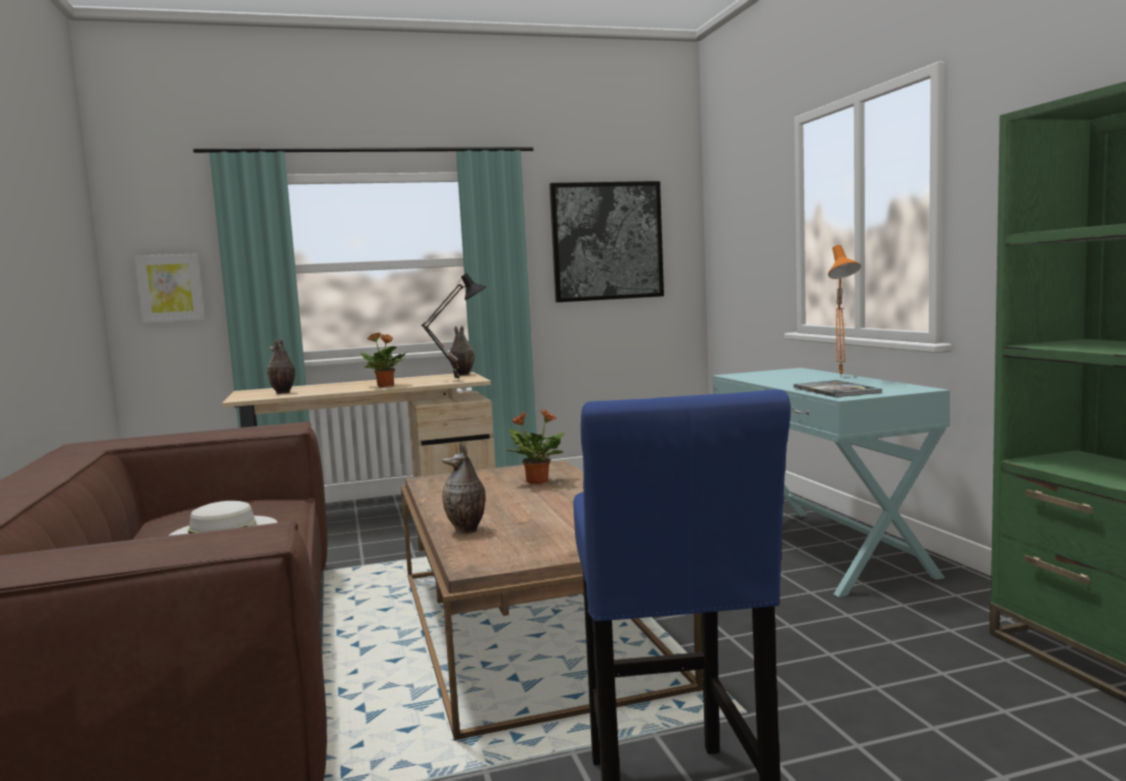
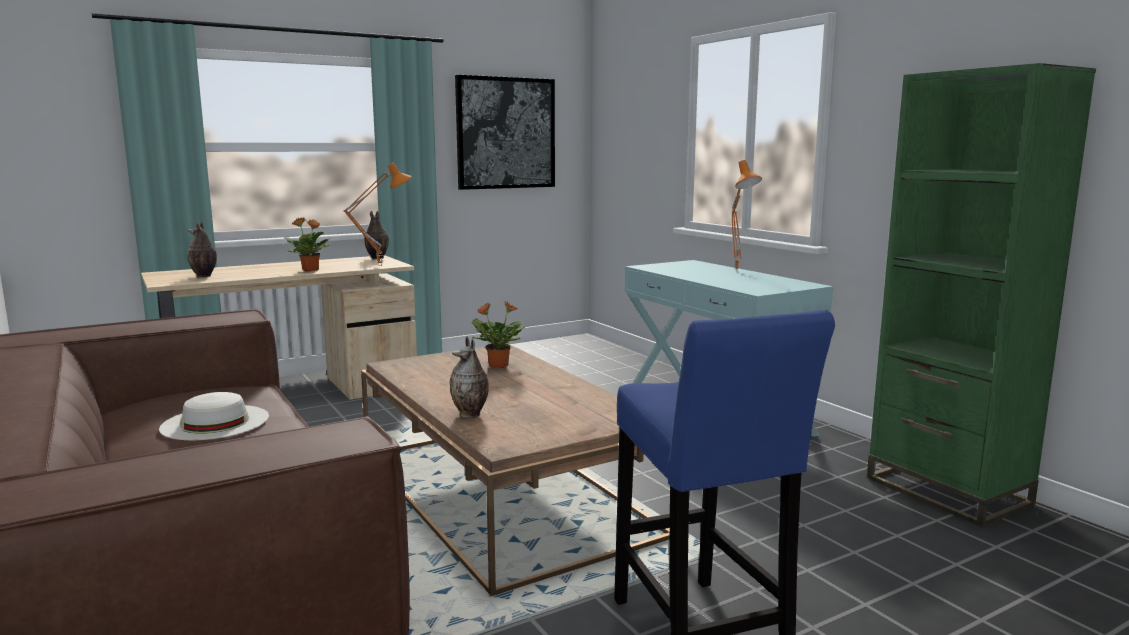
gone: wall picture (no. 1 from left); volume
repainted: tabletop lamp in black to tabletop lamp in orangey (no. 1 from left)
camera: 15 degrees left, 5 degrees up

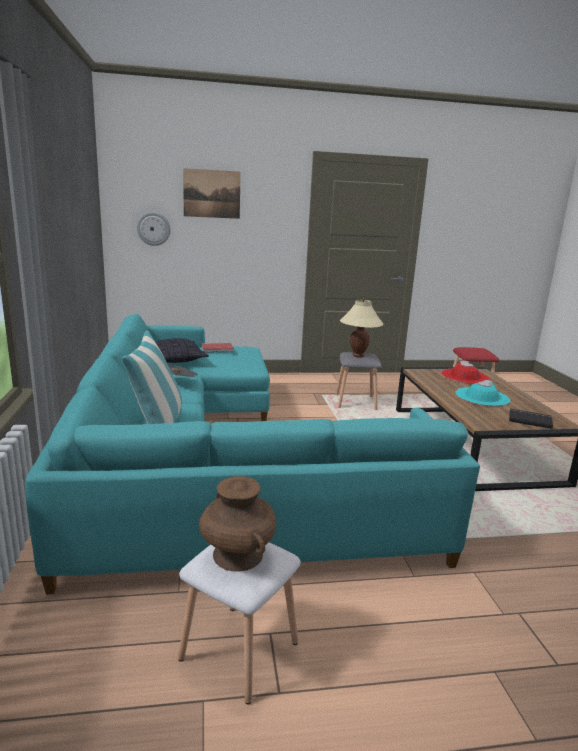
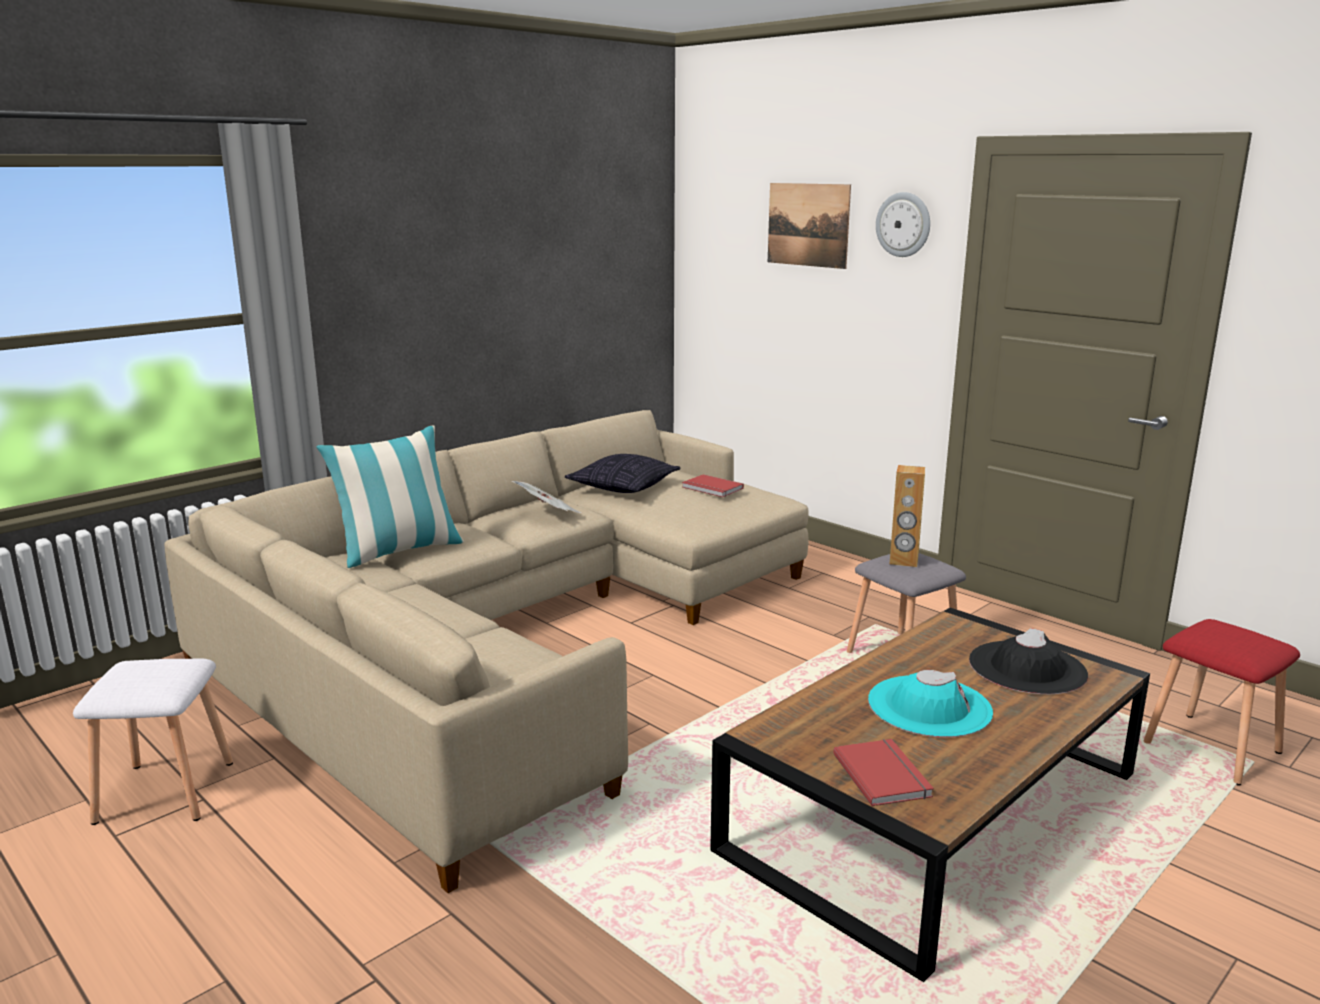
gone: decorative vase in brownish
shifted: clock on the wall
swapped: tabletop lamp in beige-coloured to speaker in brownish
repainted: sofa in turquoise to sofa in beige-coloured; hat in red-coloured to hat in black; volume in black to volume in red-coloured (no. 2 from left)
camera: 55 degrees right, 0 degrees up

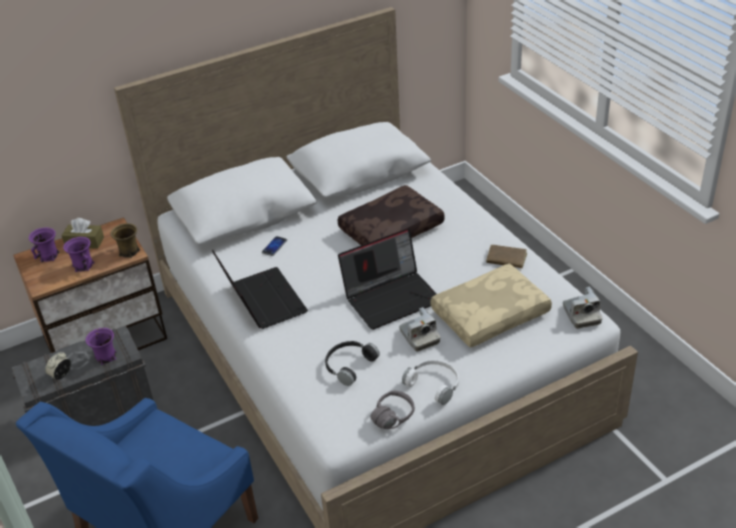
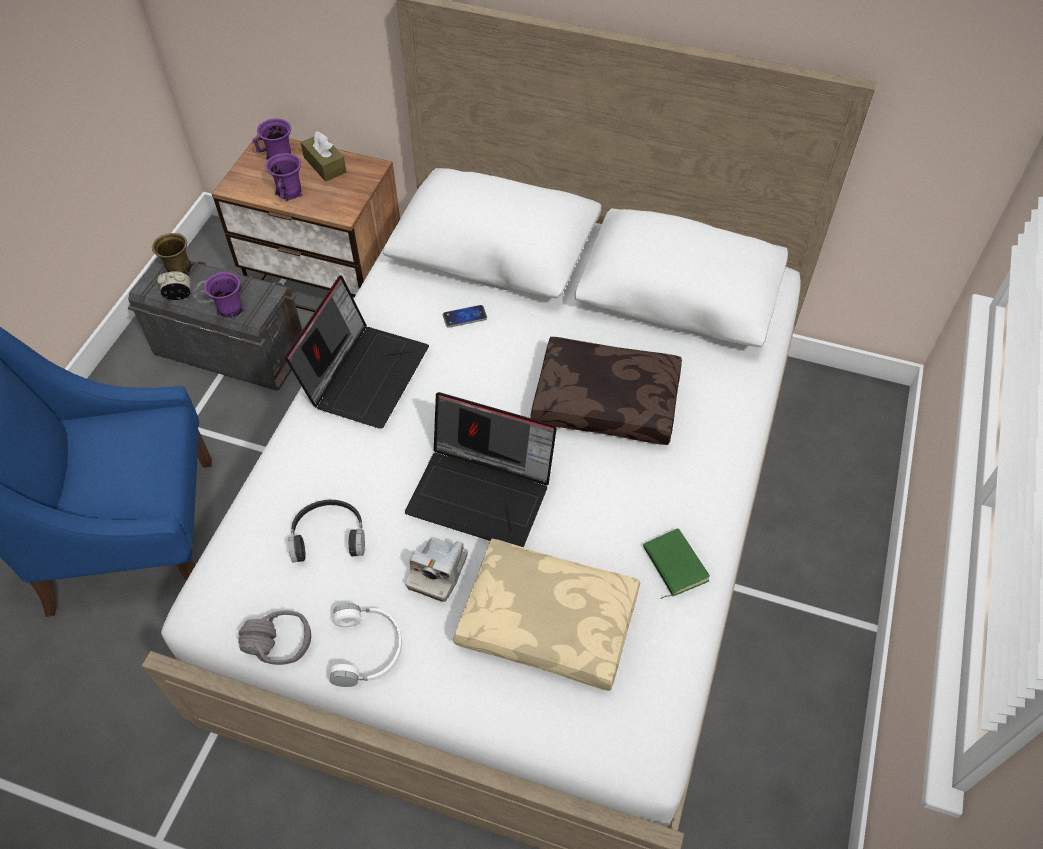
gone: still camera (no. 2 from left)
shifted: tea mug in brownish
repainted: volume in brownish to volume in green-coloured
camera: 45 degrees right, 15 degrees up

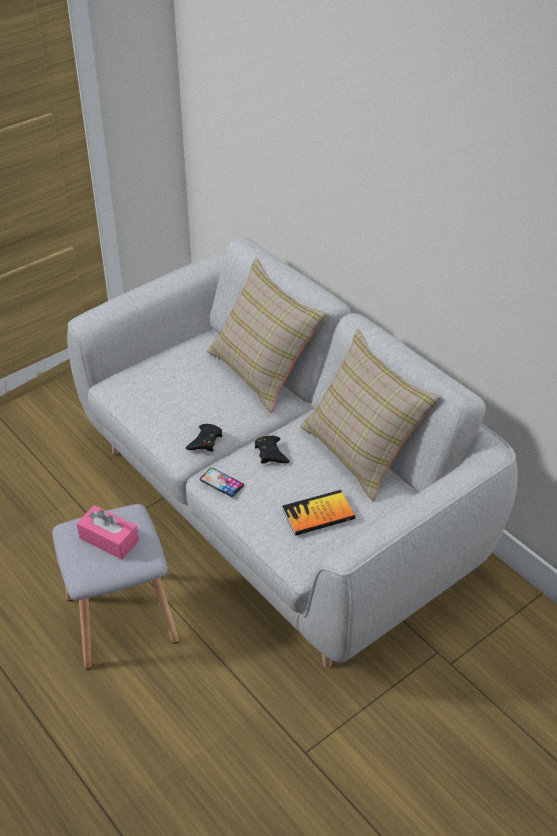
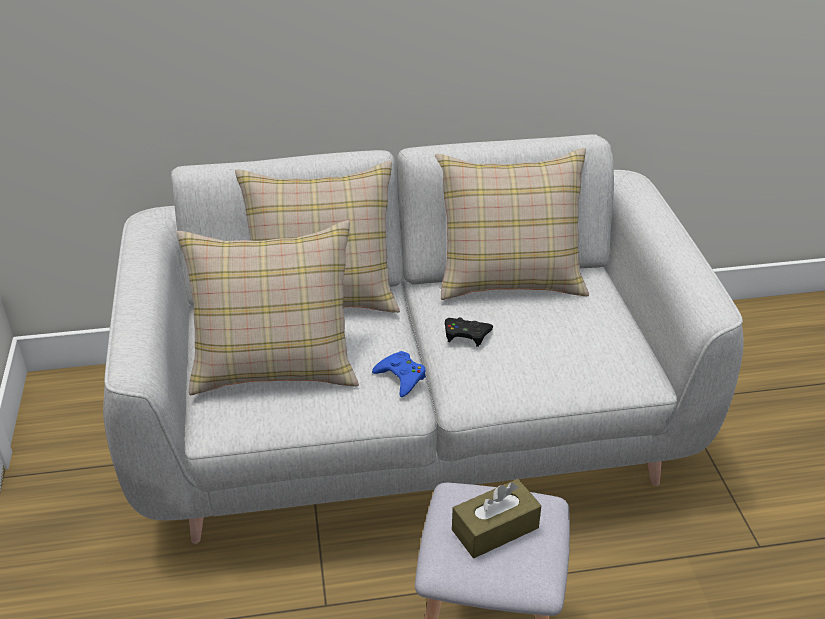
gone: phone; volume
new: cushion in beige-coloured (no. 1 from left)
repainted: tissue holder in pink-coloured to tissue holder in brownish; joypad in black (no. 1 from left) to joypad in blue-coloured
camera: 60 degrees left, 5 degrees down

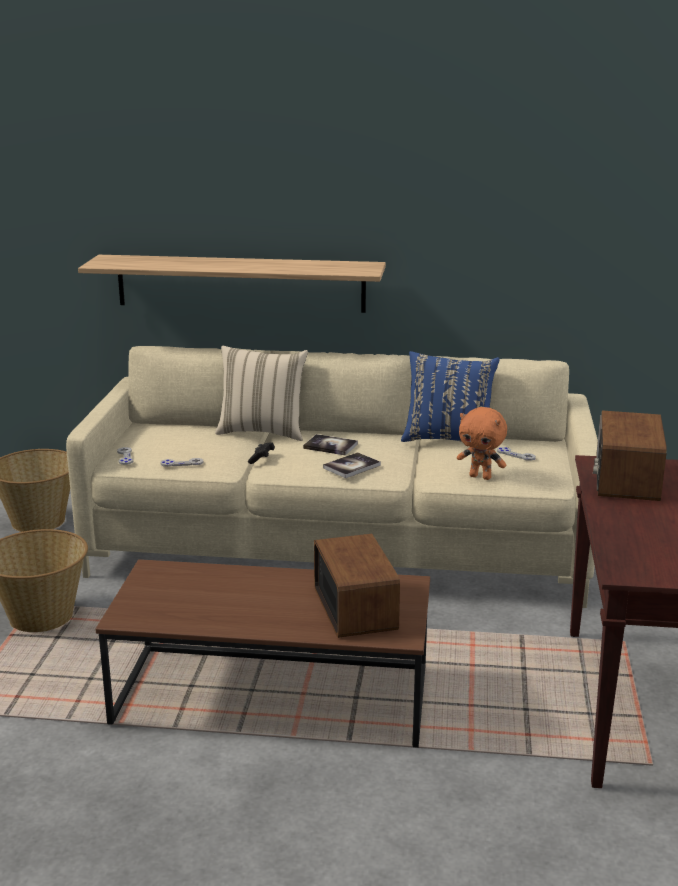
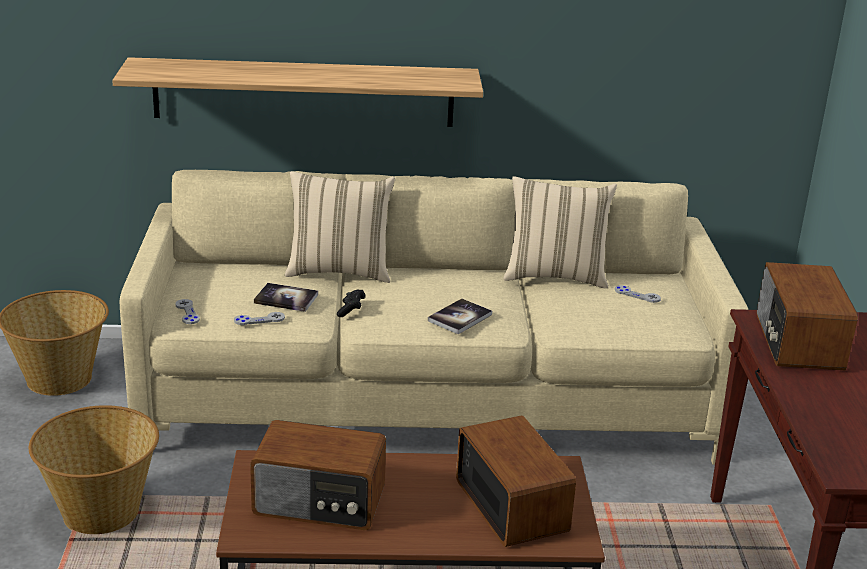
gone: soft toy in orangey
new: radio (no. 1 from left)
shifted: volume (no. 1 from left)
repainted: cushion in blue-coloured to cushion in beige-coloured (no. 2 from left)
camera: 10 degrees left, 5 degrees up

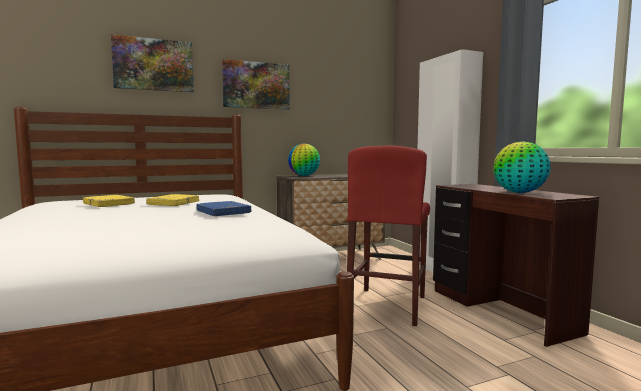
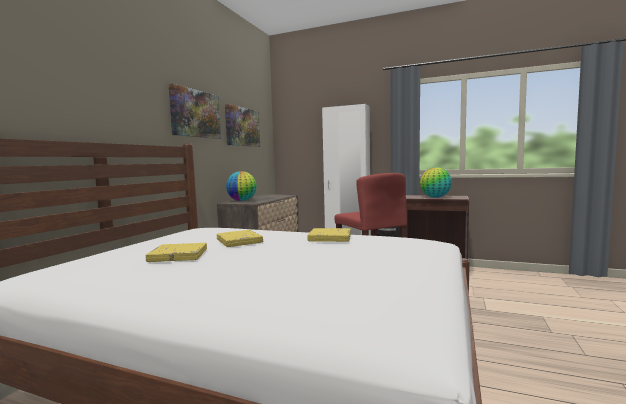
shifted: wall picture (no. 1 from left in the first image) to wall picture (no. 2 from left)
repainted: volume in blue-coloured to volume in yellow-coloured (no. 3 from left)
camera: 45 degrees left, 0 degrees up

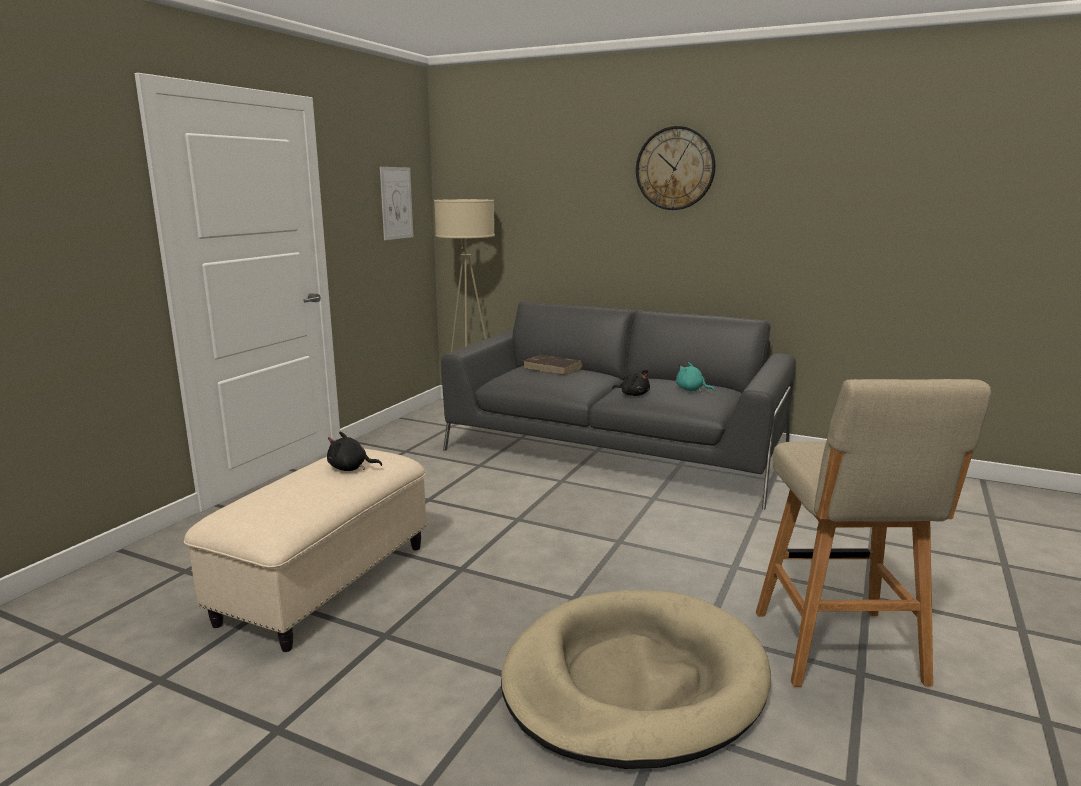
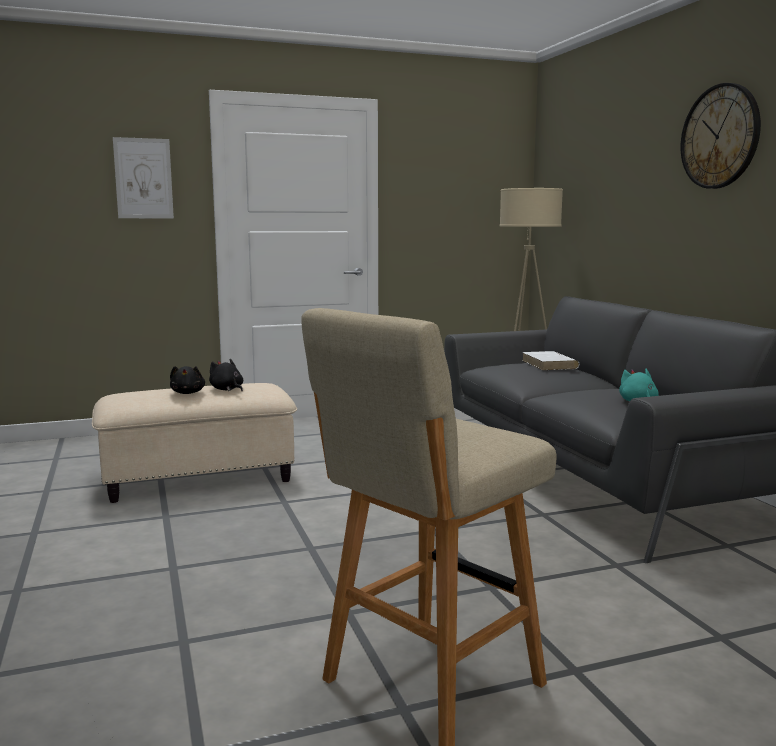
gone: dog cushion in beige-coloured
shifted: wall picture; soft toy in black (no. 2 from left in the first image) to soft toy in black (no. 1 from left)
repainted: volume in brownish to volume in white-coloured
camera: 45 degrees right, 5 degrees down

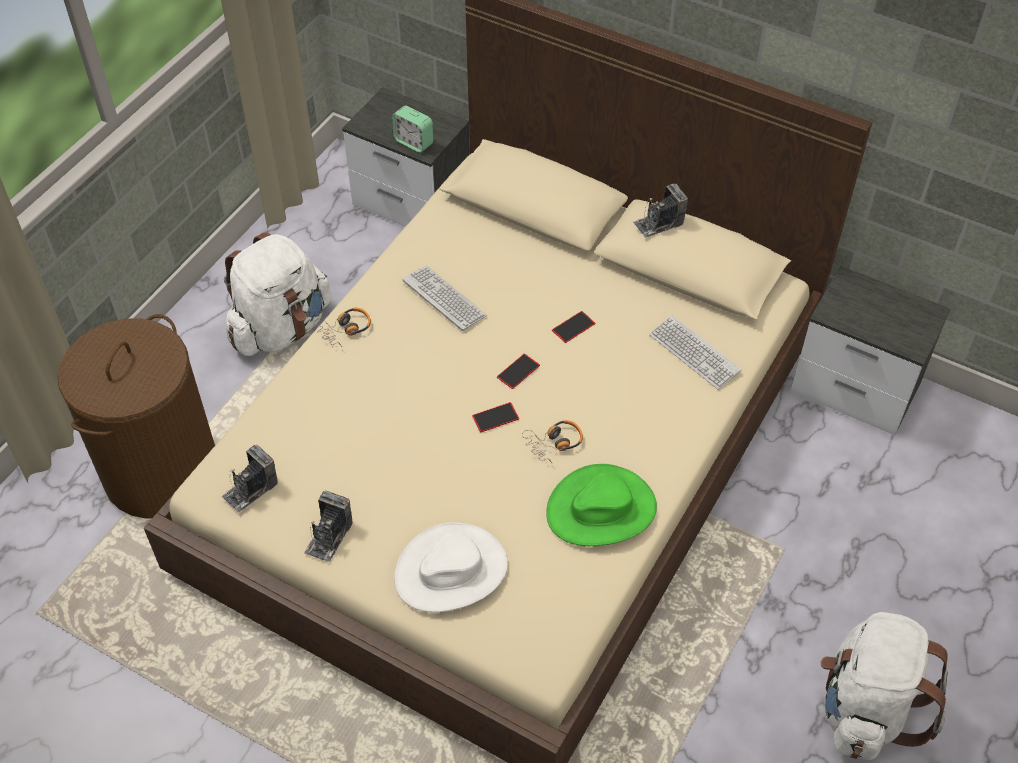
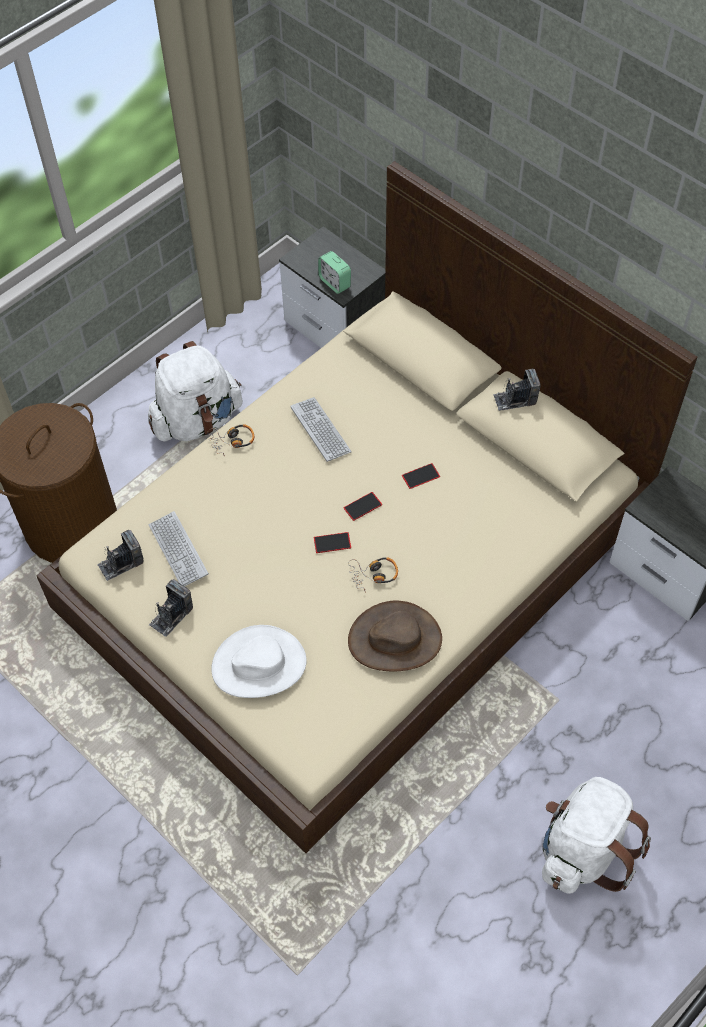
shifted: PC keyboard (no. 2 from left in the first image) to PC keyboard (no. 1 from left)
repainted: hat in green-coloured to hat in brownish
camera: 15 degrees right, 5 degrees up

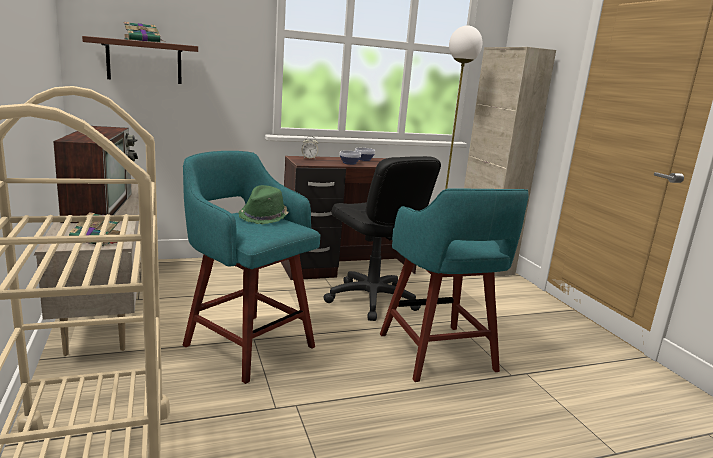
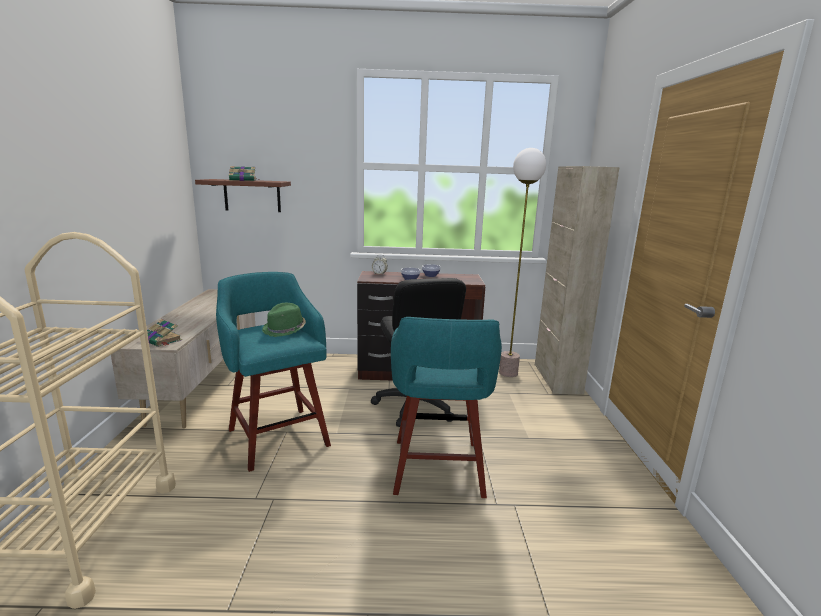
gone: television
camera: 20 degrees right, 0 degrees up

